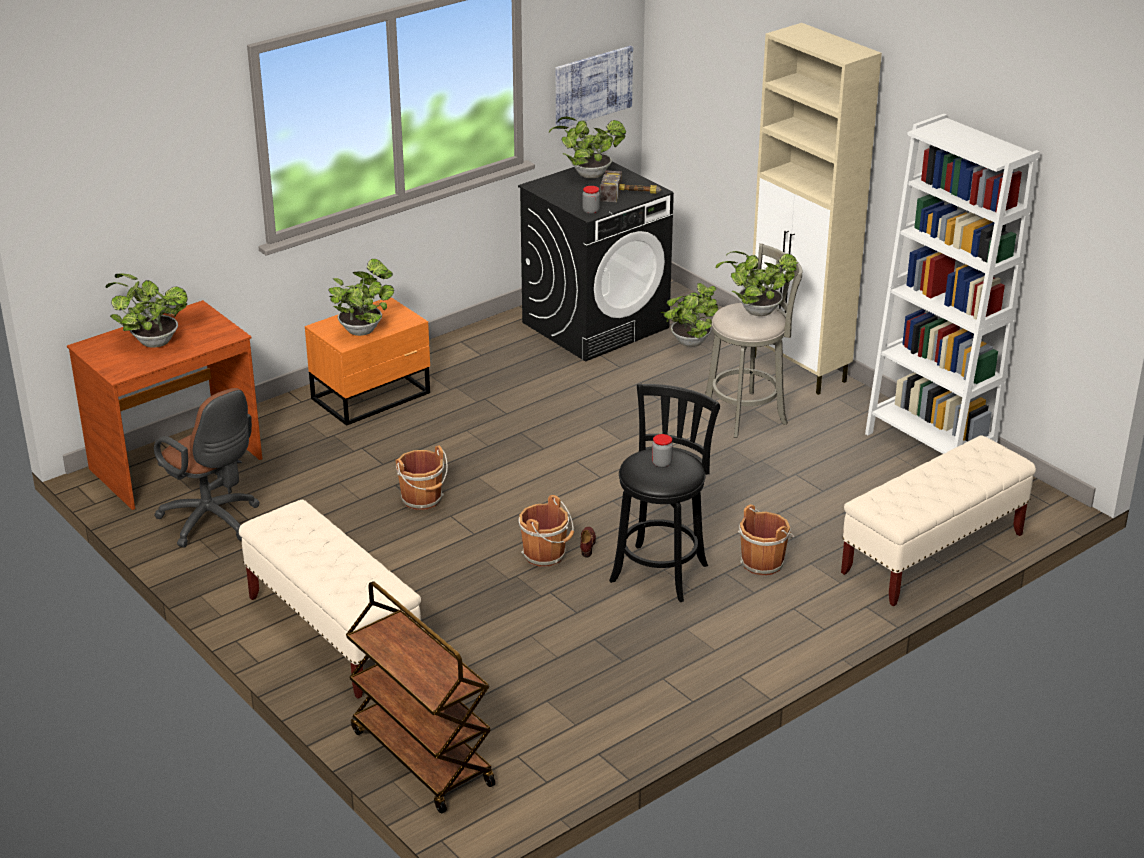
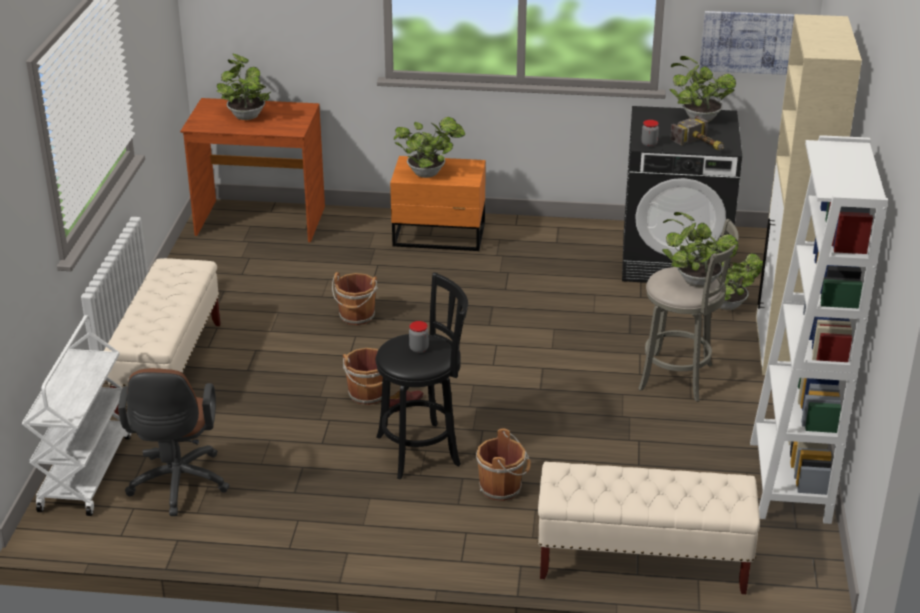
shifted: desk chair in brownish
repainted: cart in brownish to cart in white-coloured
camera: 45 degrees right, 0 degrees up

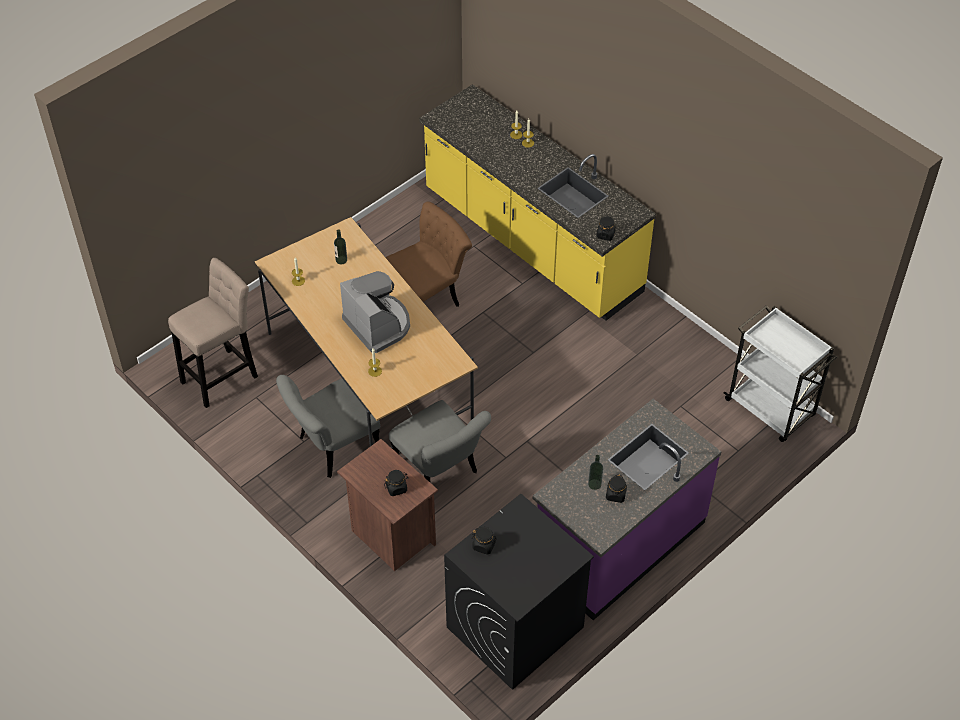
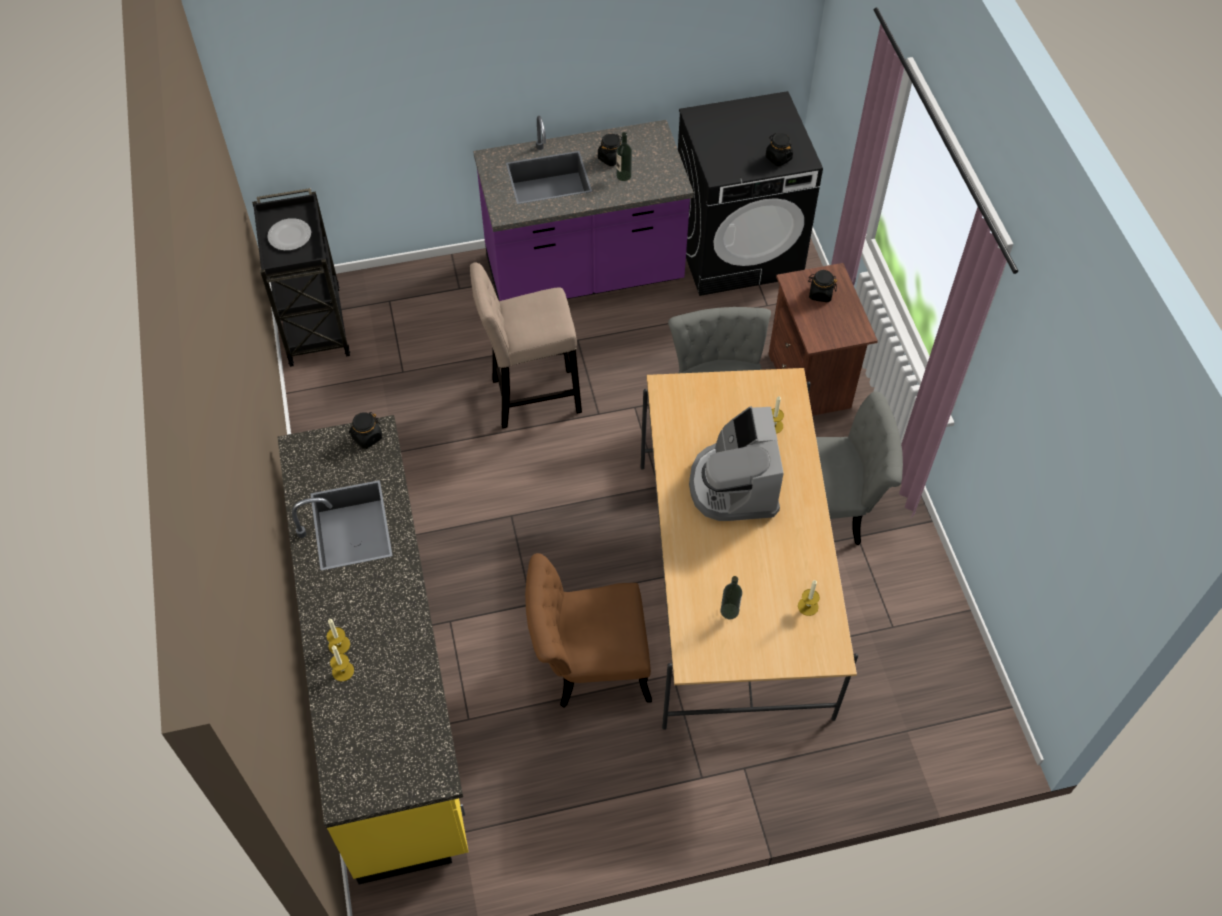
new: dinner plate
shifted: stool in beige-coloured
repainted: cart in white-coloured to cart in black
camera: 150 degrees left, 5 degrees up

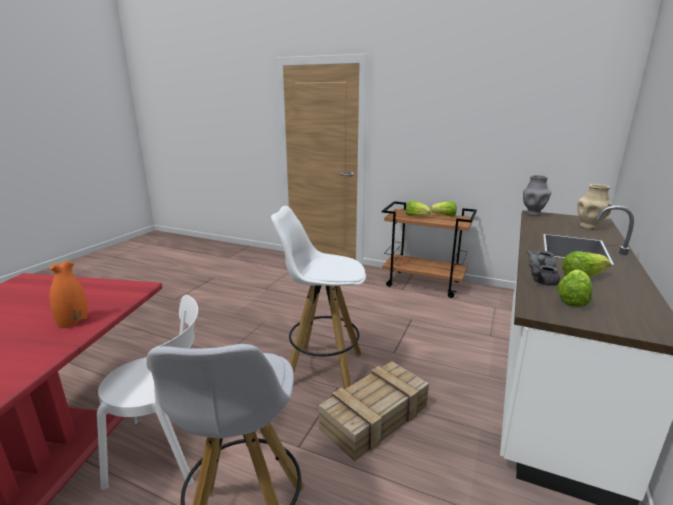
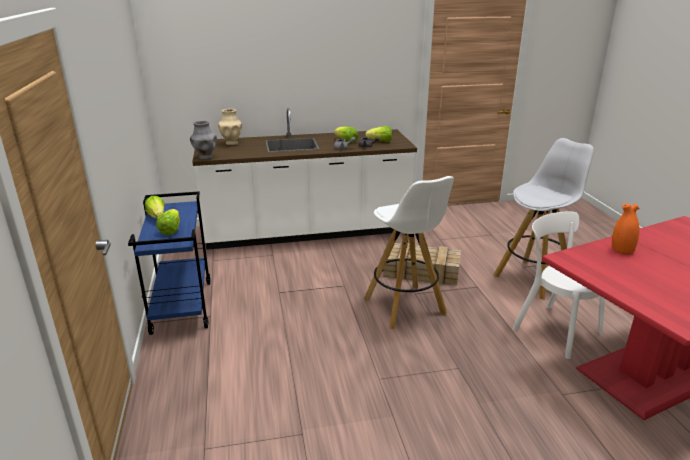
repainted: cart in brownish to cart in blue-coloured
camera: 125 degrees left, 5 degrees up

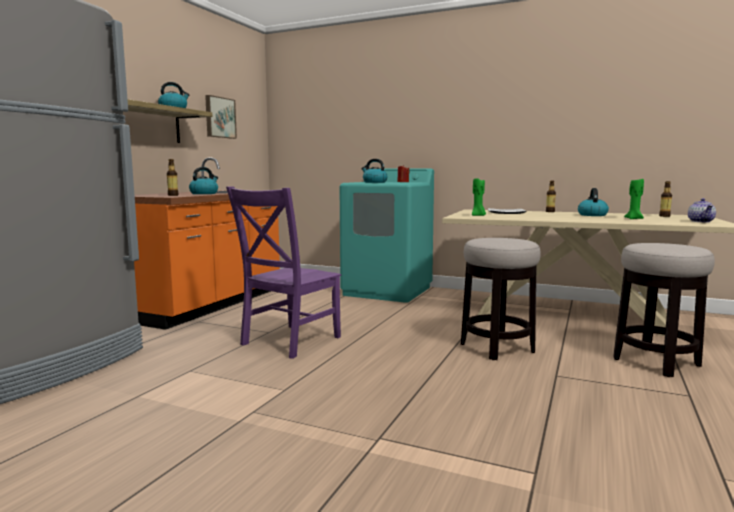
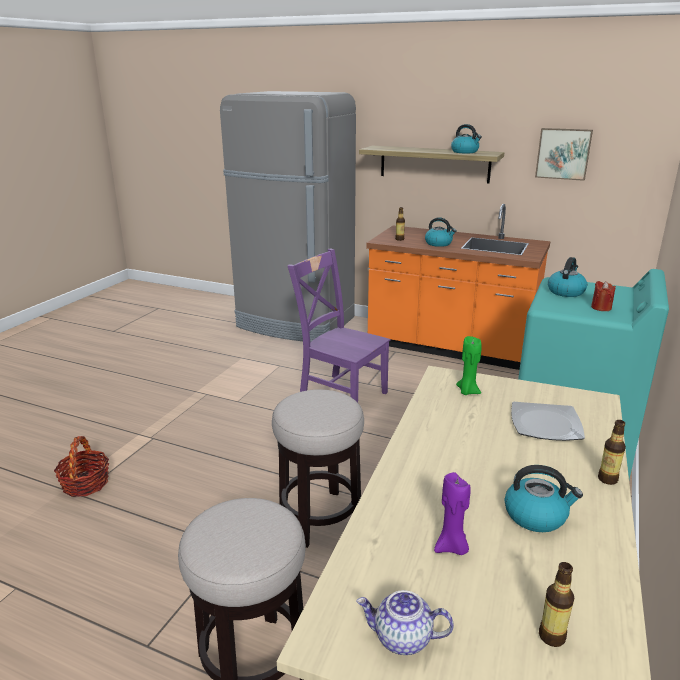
new: storage basket
repainted: wax candle in green-coloured (no. 2 from left) to wax candle in purple-coloured
camera: 90 degrees right, 15 degrees up

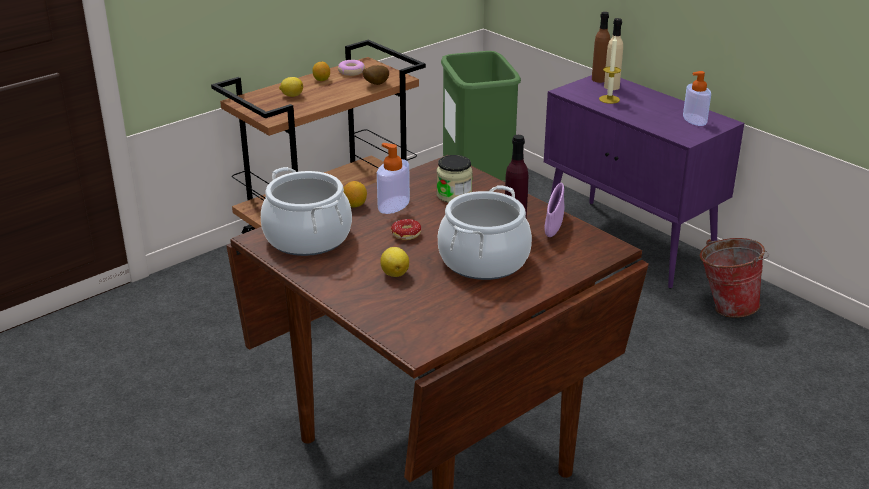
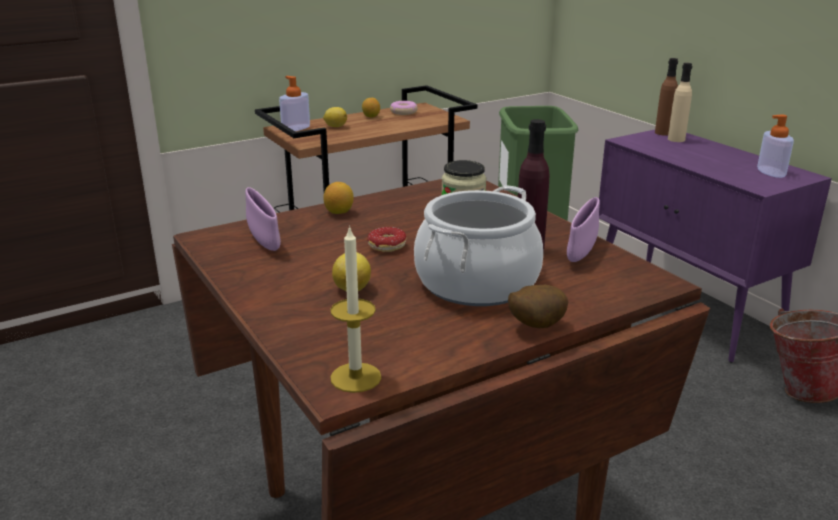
shifted: potato; soap bottle (no. 1 from left); wax candle
swapped: cooking pot (no. 1 from left) to deep dish in purple-coloured (no. 1 from left)
camera: 10 degrees right, 5 degrees down

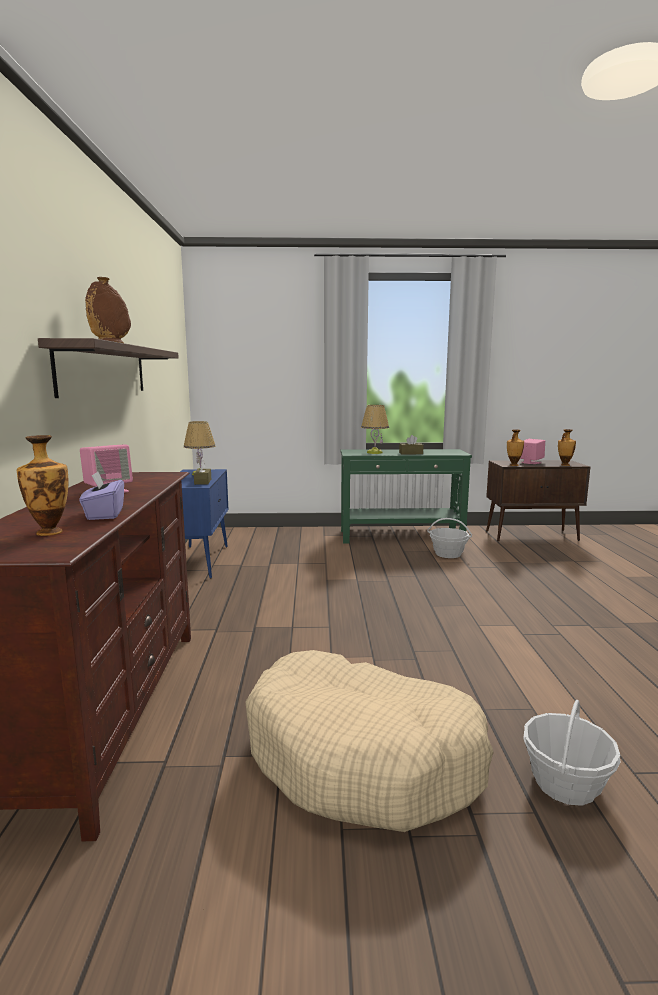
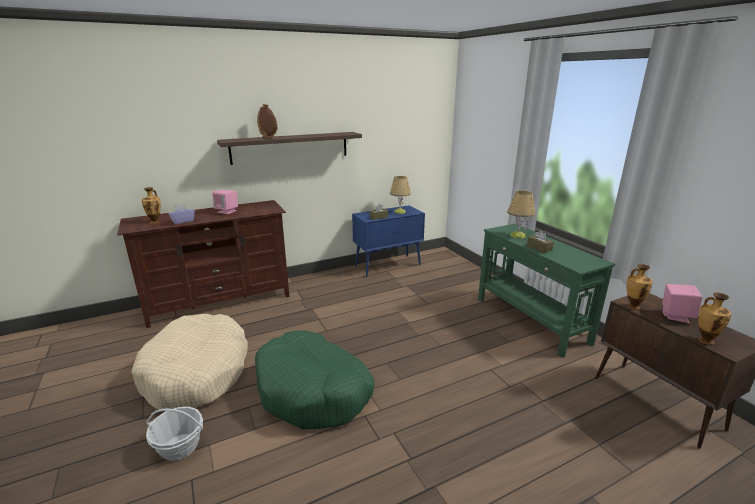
gone: storage basket (no. 1 from left)
new: dog cushion in green-coloured
camera: 65 degrees right, 10 degrees up

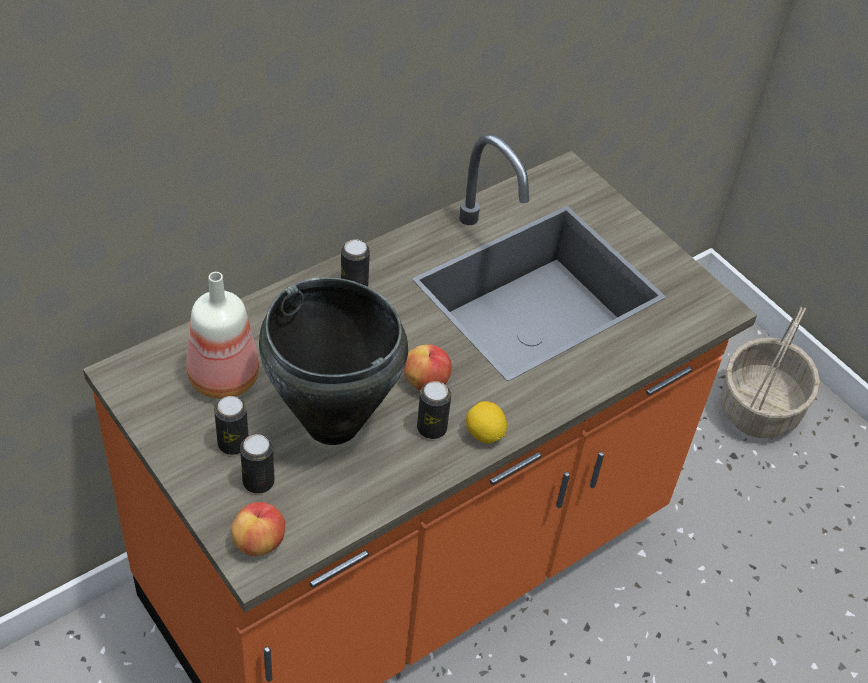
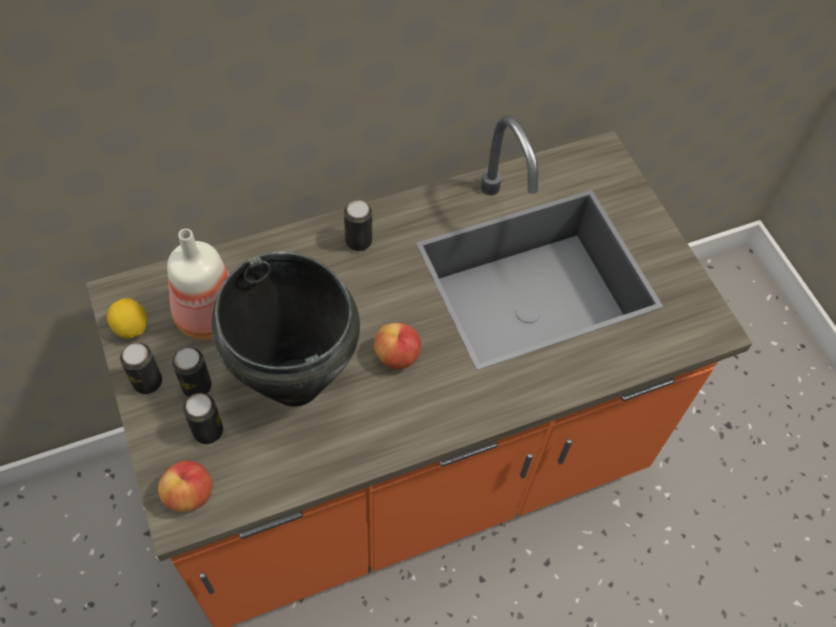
gone: storage basket
shifted: metal can (no. 4 from left in the first image) to metal can (no. 1 from left); citrus fruit
camera: 15 degrees right, 10 degrees up

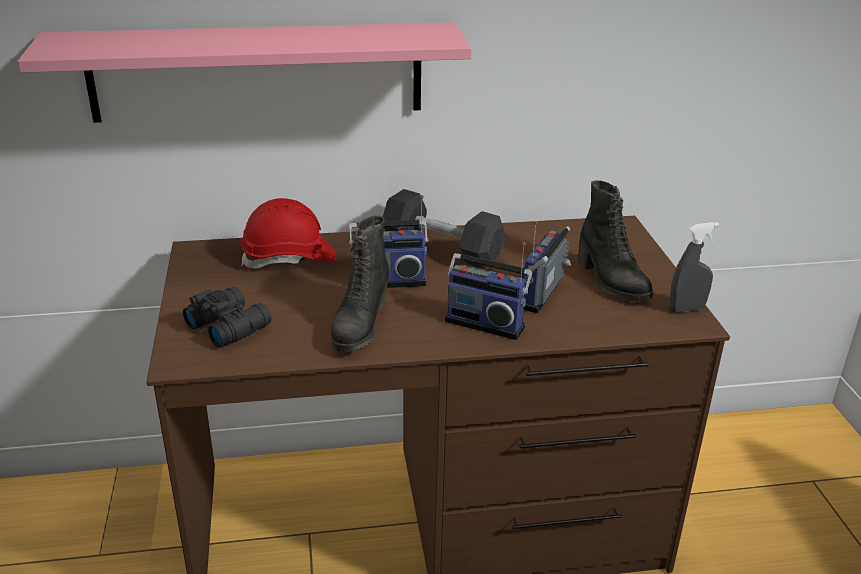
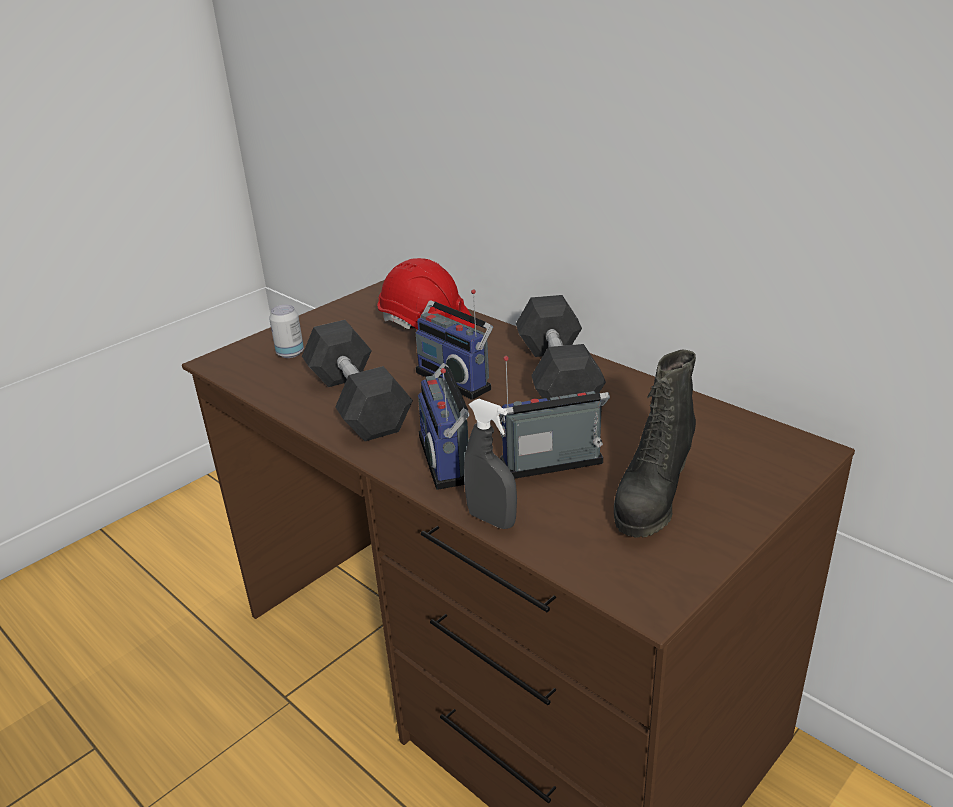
gone: bracket shelf in pink-coloured
shifted: sprayer in gray
swapped: pair of binoculars in black to metal can; high-top boot in black (no. 1 from left) to hand weight in gray (no. 1 from left)
camera: 55 degrees right, 0 degrees up

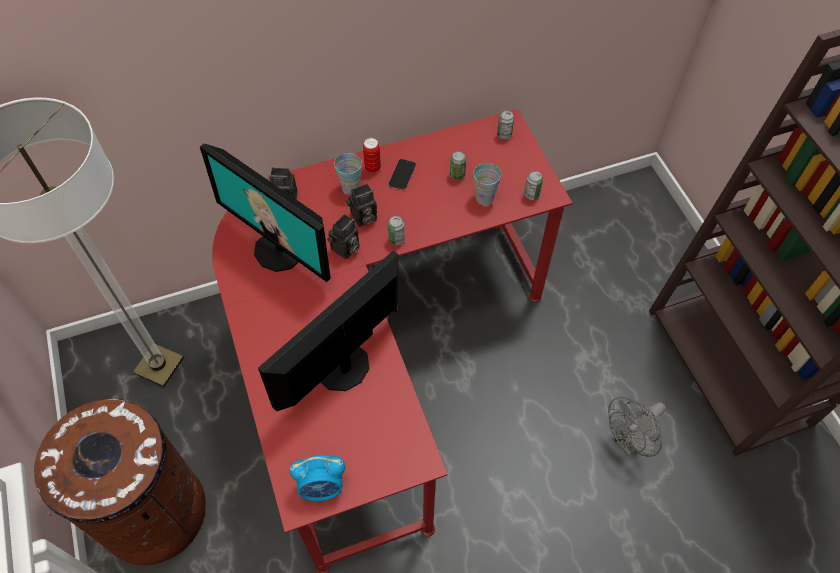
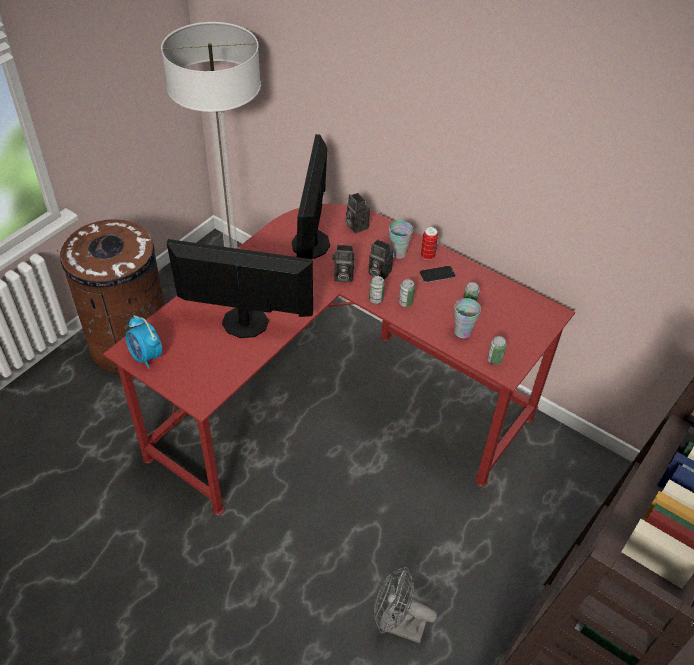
shifted: metal can (no. 4 from left in the first image) to metal can (no. 2 from left)
camera: 55 degrees right, 10 degrees down

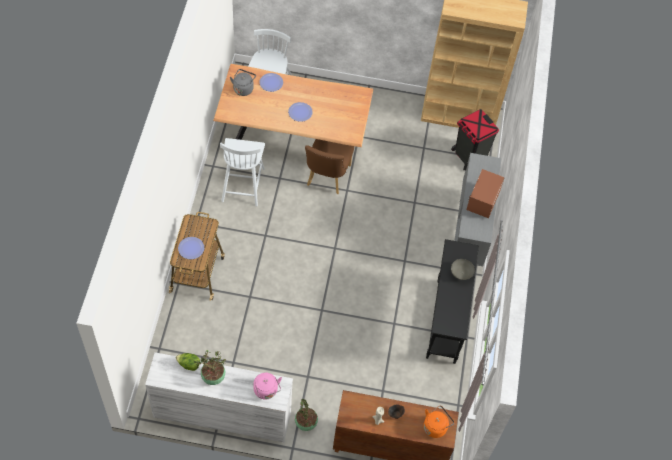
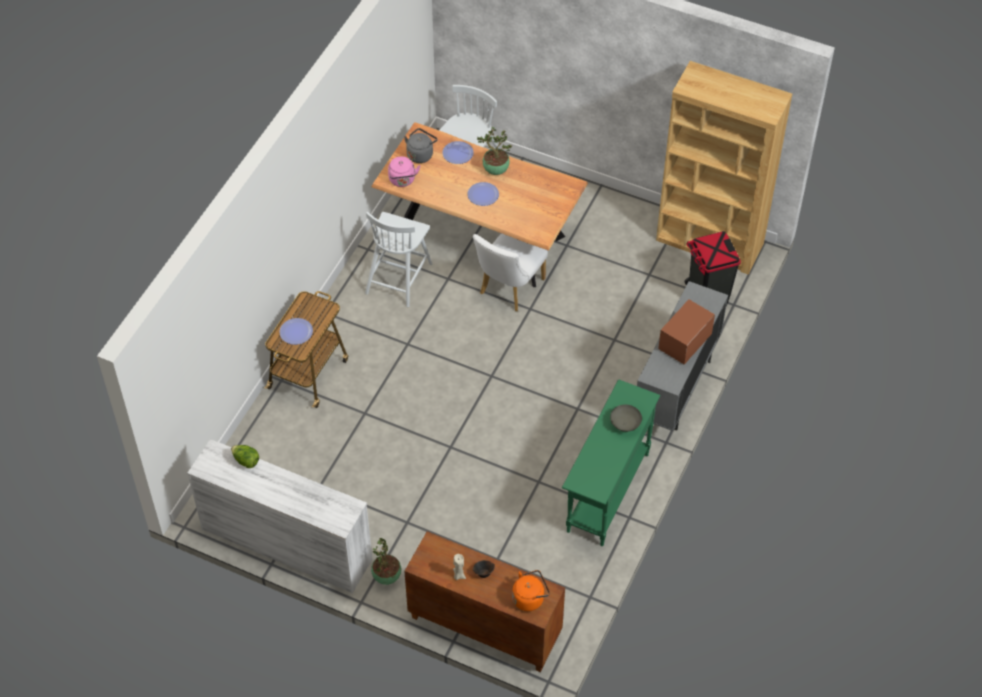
shifted: plant in a pot (no. 1 from left in the first image) to plant in a pot (no. 2 from left); tea kettle in pink-coloured
repainted: plain chair in brownish to plain chair in white-coloured (no. 3 from left); hall table in black to hall table in green-coloured
camera: 20 degrees right, 5 degrees down

